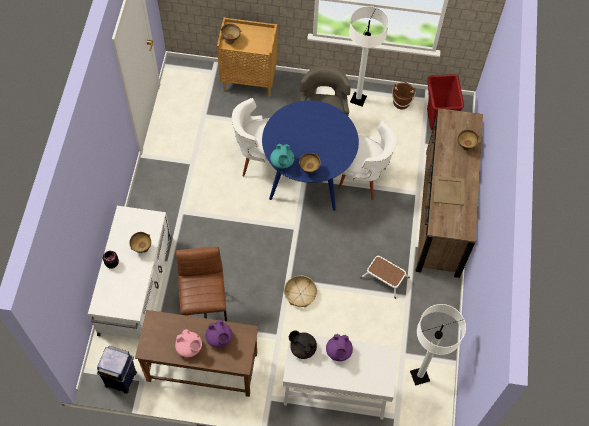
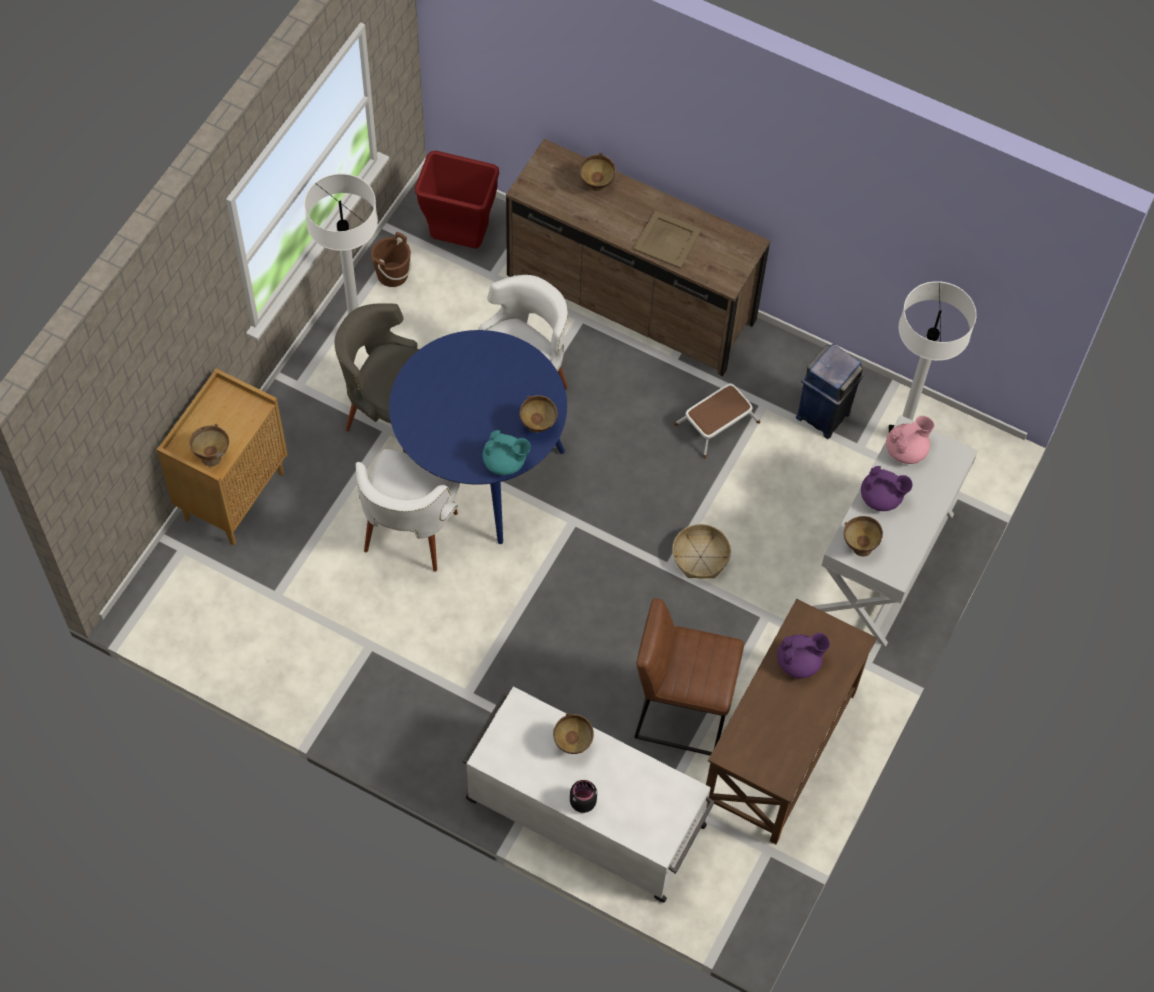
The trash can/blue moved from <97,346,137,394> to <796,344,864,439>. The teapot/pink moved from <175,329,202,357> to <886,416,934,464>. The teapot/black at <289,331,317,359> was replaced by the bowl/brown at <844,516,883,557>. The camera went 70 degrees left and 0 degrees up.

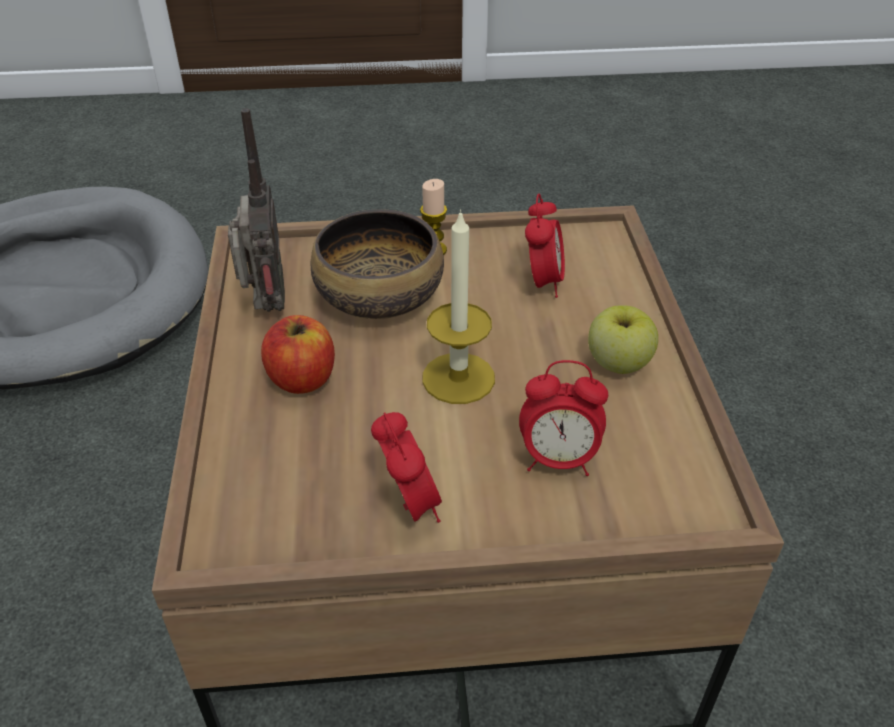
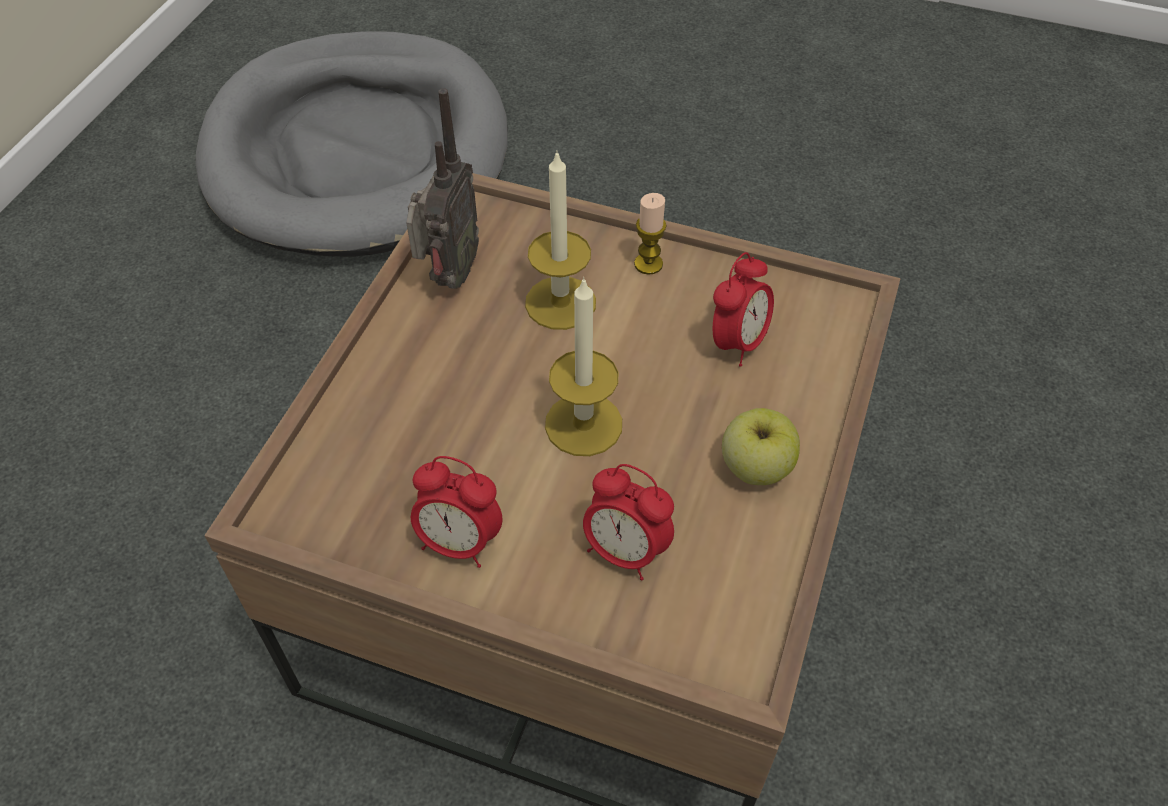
The apple at <261,315,335,394> disappeared. The bowl at <311,209,444,319> was replaced by the candle at <525,150,596,330>. The alarm clock at <371,412,442,523> turned 105 degrees clockwise. The camera went 25 degrees right and 10 degrees up.

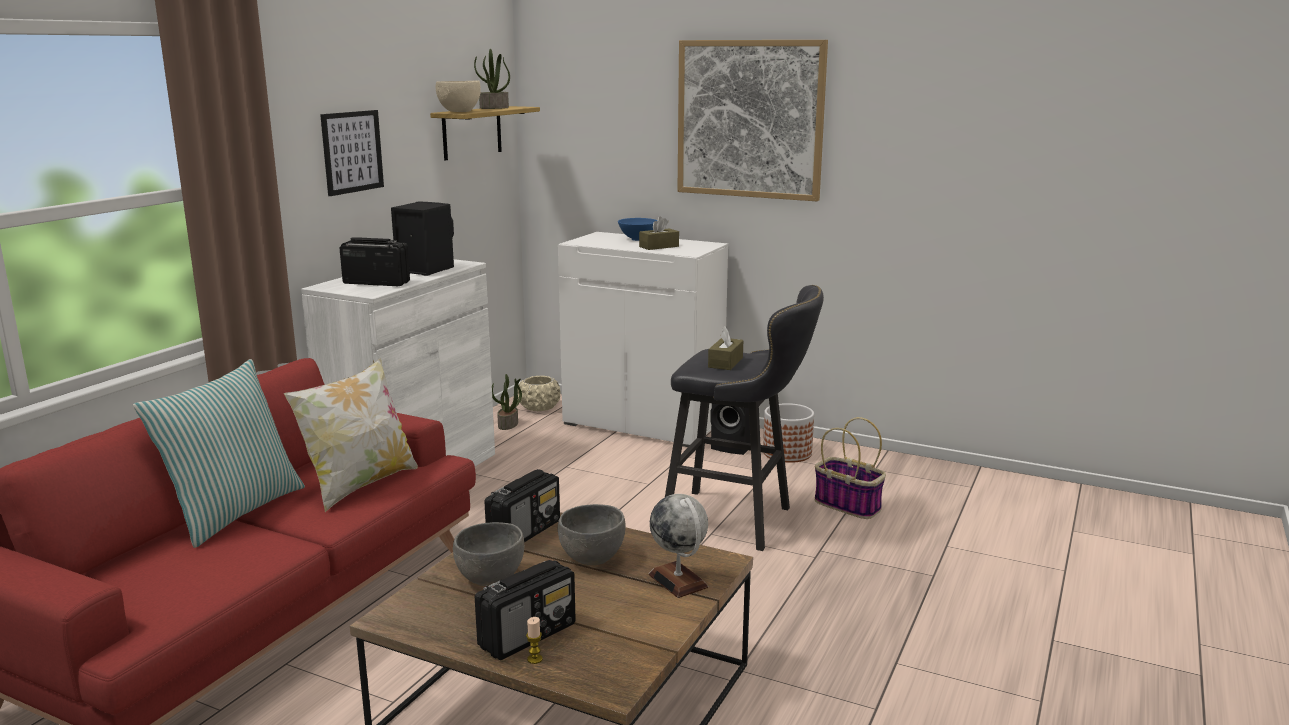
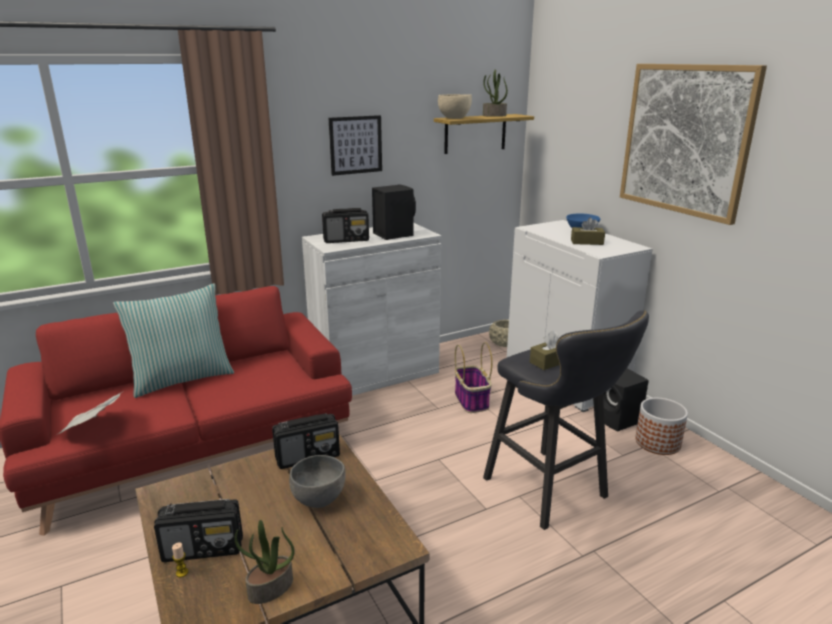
The pillow at <284,358,418,512> disappeared. The bowl/grey at <453,522,524,586> disappeared. The globe at <649,494,708,598> disappeared. The newspaper at <56,392,122,435> appeared. The potted plant moved from <492,374,522,430> to <235,520,295,604>. The basket moved from <815,417,886,519> to <455,342,492,413>. The radio at <340,237,410,286> turned 120 degrees clockwise. The camera went 35 degrees right and 5 degrees up.

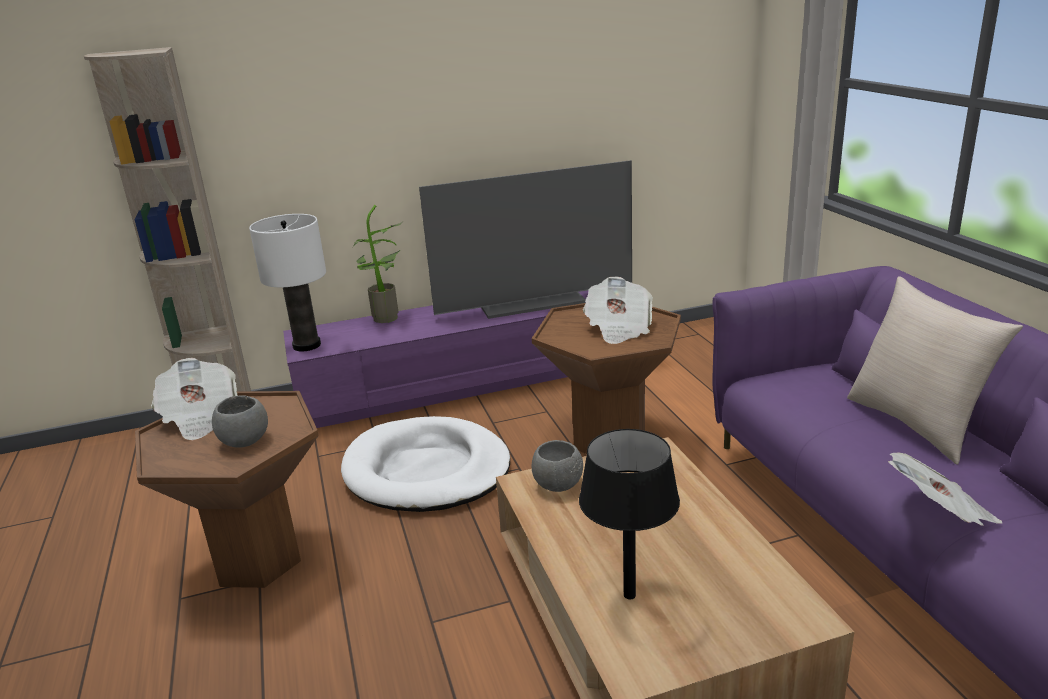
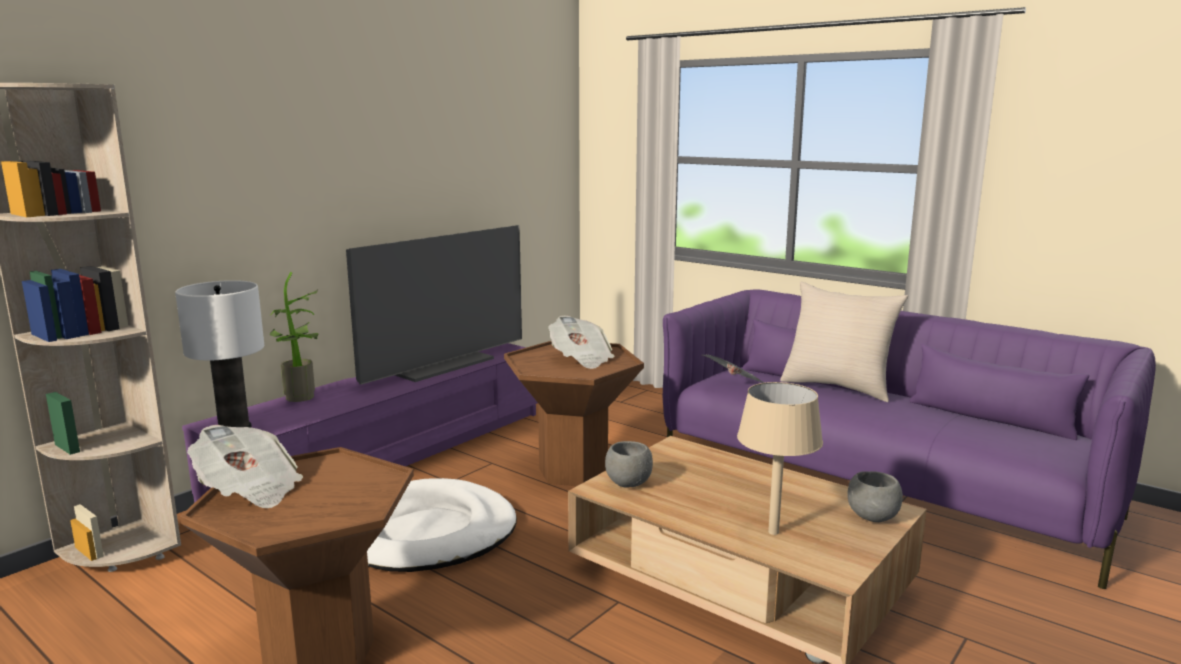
The bowl/grey moved from <212,395,268,448> to <847,471,903,522>. The newspaper moved from <888,452,1002,526> to <703,355,765,383>. The table lamp/black at <579,429,680,600> became the table lamp/beige at <737,382,823,535>. The camera went 35 degrees left and 10 degrees down.

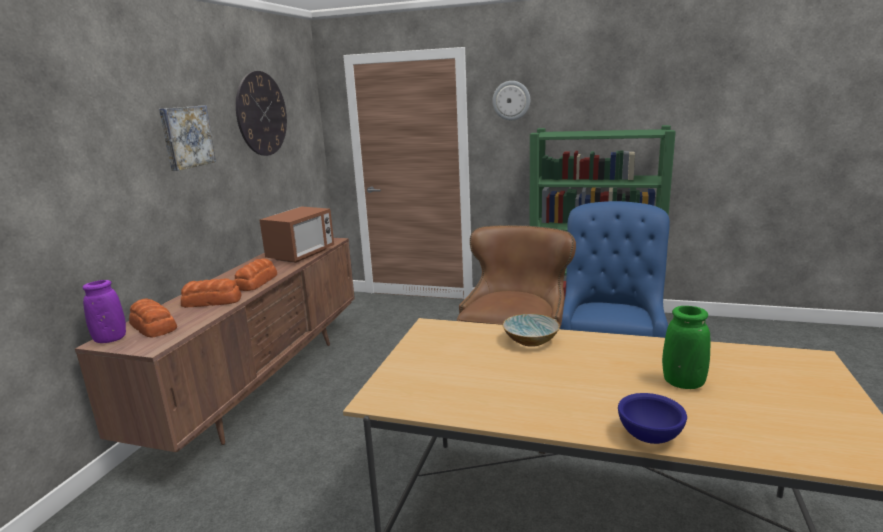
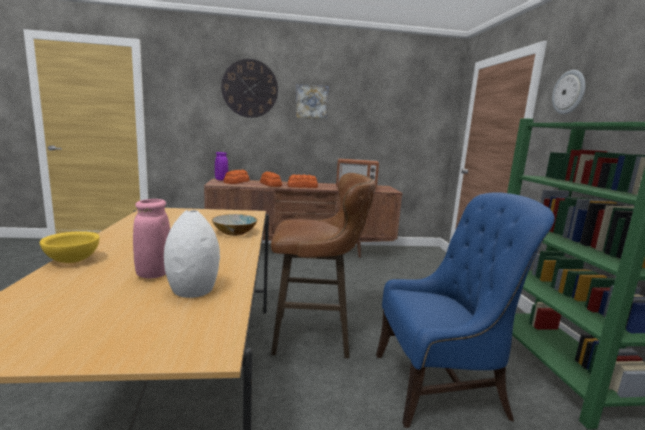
The vase/white at <164,210,220,298> appeared. The wall clock moved from <236,71,287,156> to <221,59,278,118>. The bowl/blue at <618,393,687,444> became the bowl/yellow at <39,231,100,263>. The vase/green at <662,306,710,389> became the vase/pink at <133,199,170,278>. The camera went 65 degrees right and 5 degrees down.

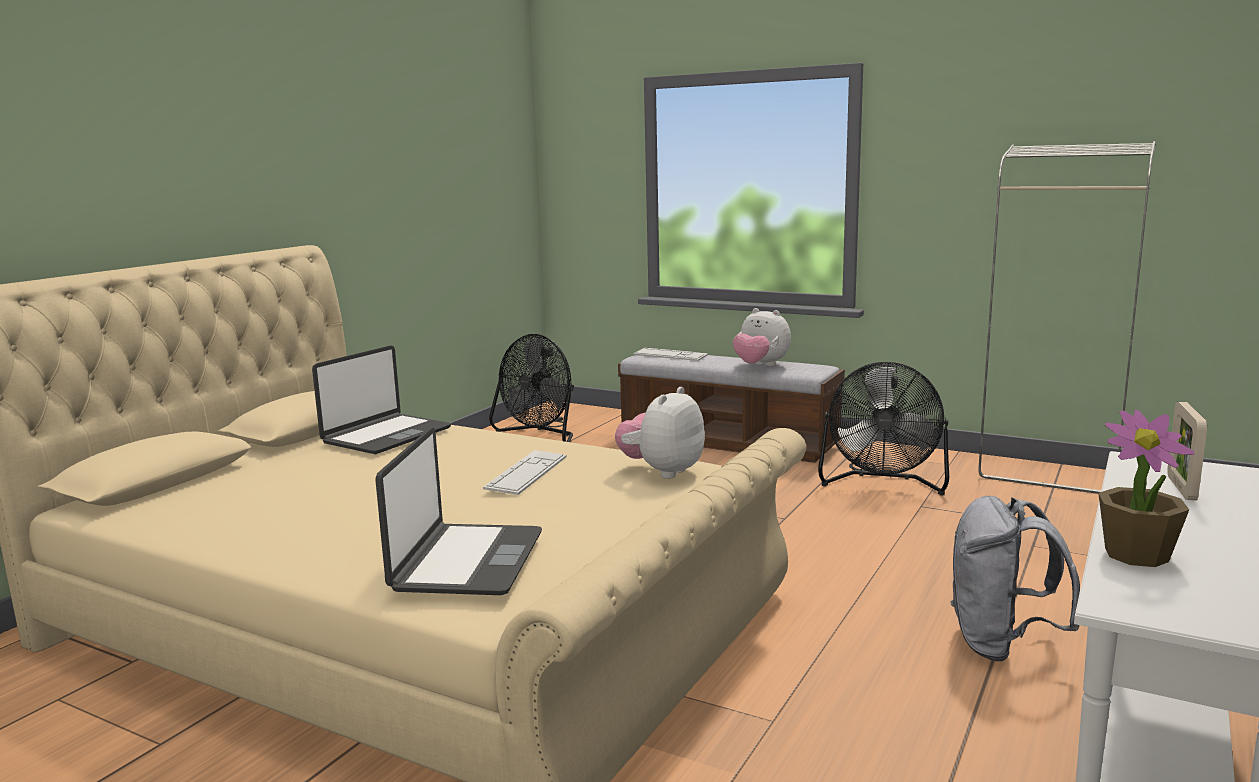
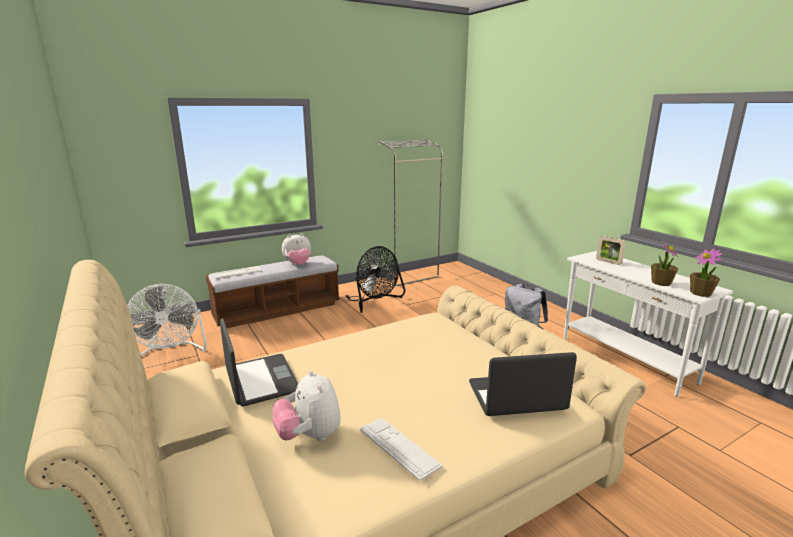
The potted plant at <690,249,723,297> appeared. The keyboard moved from <483,450,566,495> to <360,418,443,481>. The plush toy moved from <615,387,705,479> to <272,370,341,441>. The fan/black at <489,334,574,442> became the fan/white at <127,284,207,356>. The laptop at <375,427,542,595> turned 45 degrees counterclockwise. The camera went 60 degrees left and 5 degrees up.

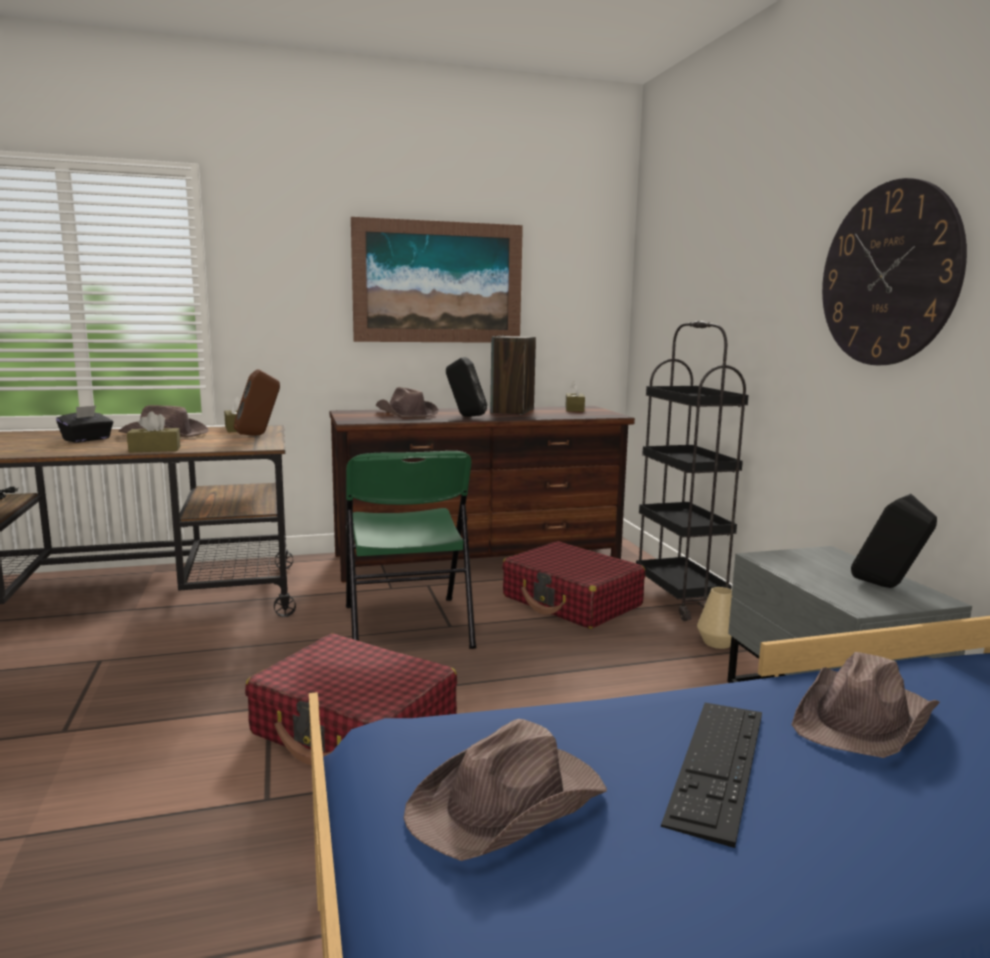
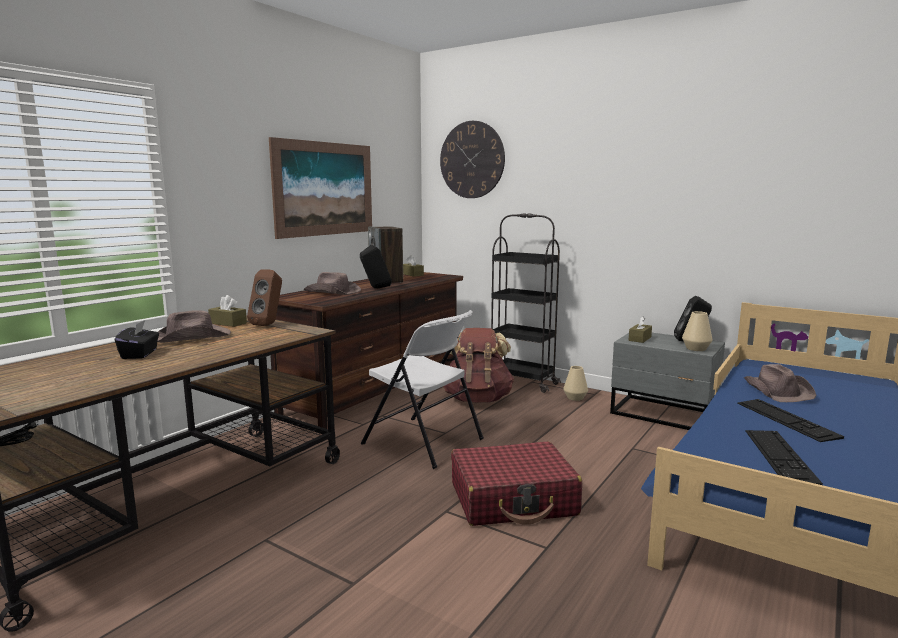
The vase/beige at <682,311,713,351> appeared. The tissue box/brown moved from <127,411,181,453> to <628,316,652,343>. The wall clock moved from <822,178,967,365> to <440,121,505,198>. The hat/brown at <404,719,607,861> was replaced by the keyboard at <745,430,823,485>. The suitcase/red at <502,541,645,629> was replaced by the backpack/brown at <443,328,514,402>. The chair/green at <346,451,476,649> became the chair/white at <361,310,484,469>. The camera went 40 degrees left and 0 degrees up.

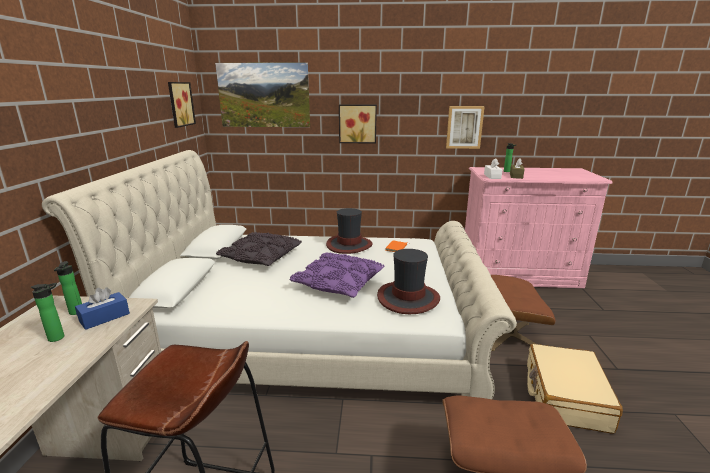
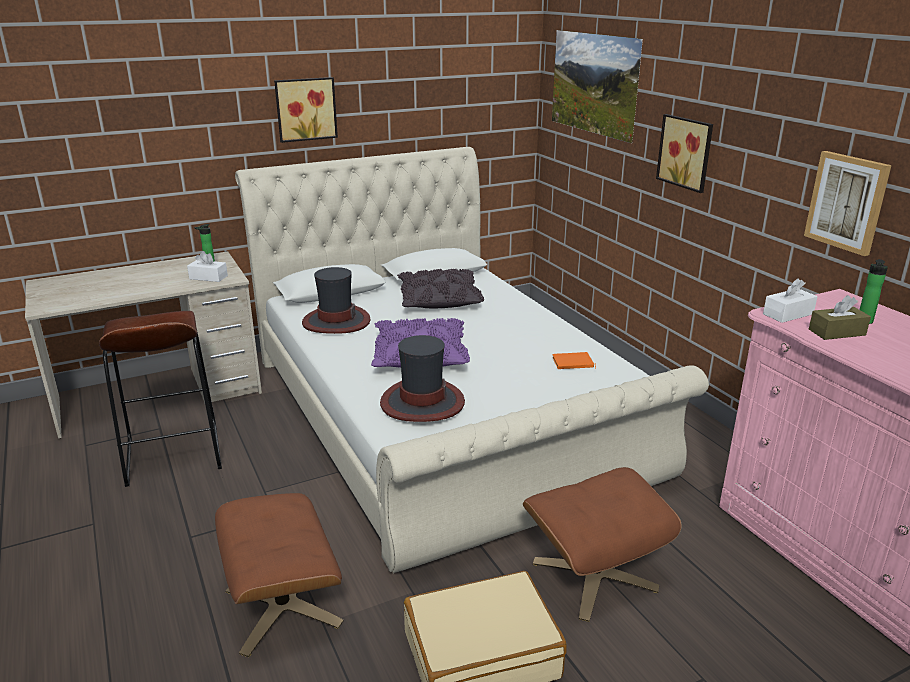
The bottle at <31,283,64,342> disappeared. The picture moved from <168,82,196,128> to <274,77,338,143>. The hat moved from <326,208,372,254> to <302,267,371,334>. The tissue box/blue at <75,287,130,330> became the tissue box/white at <187,251,228,282>. The camera went 60 degrees right and 5 degrees up.

